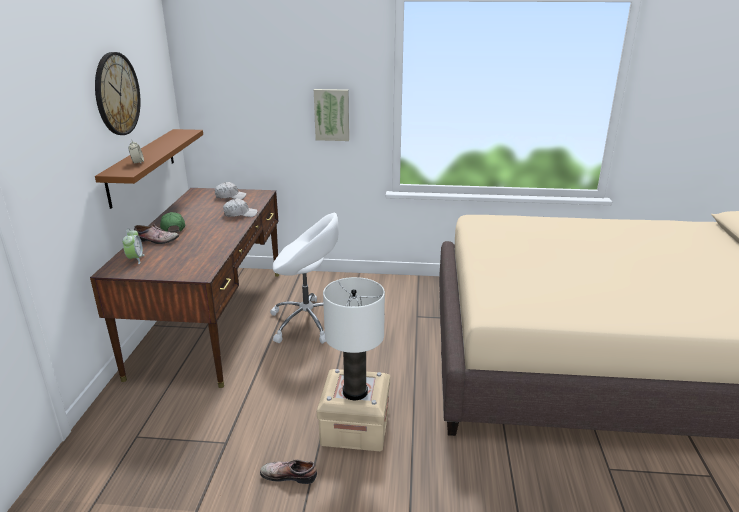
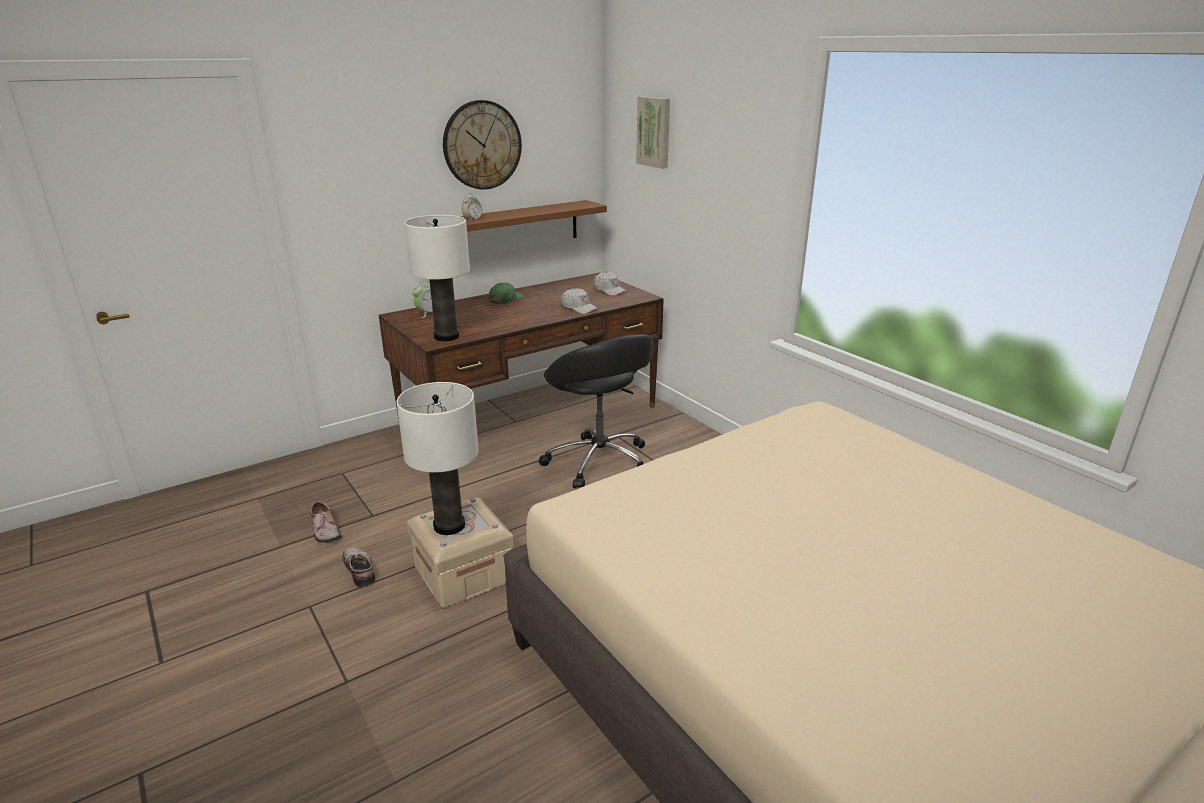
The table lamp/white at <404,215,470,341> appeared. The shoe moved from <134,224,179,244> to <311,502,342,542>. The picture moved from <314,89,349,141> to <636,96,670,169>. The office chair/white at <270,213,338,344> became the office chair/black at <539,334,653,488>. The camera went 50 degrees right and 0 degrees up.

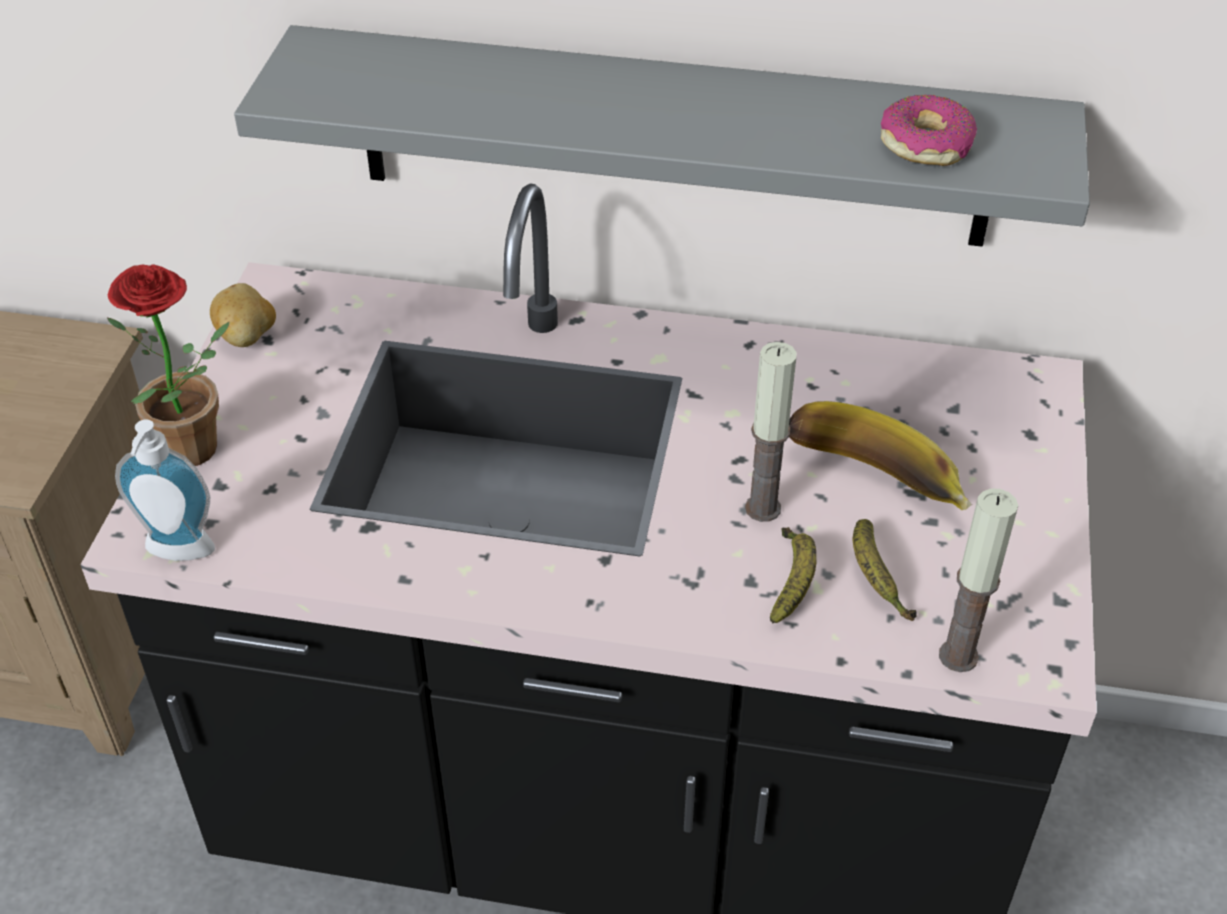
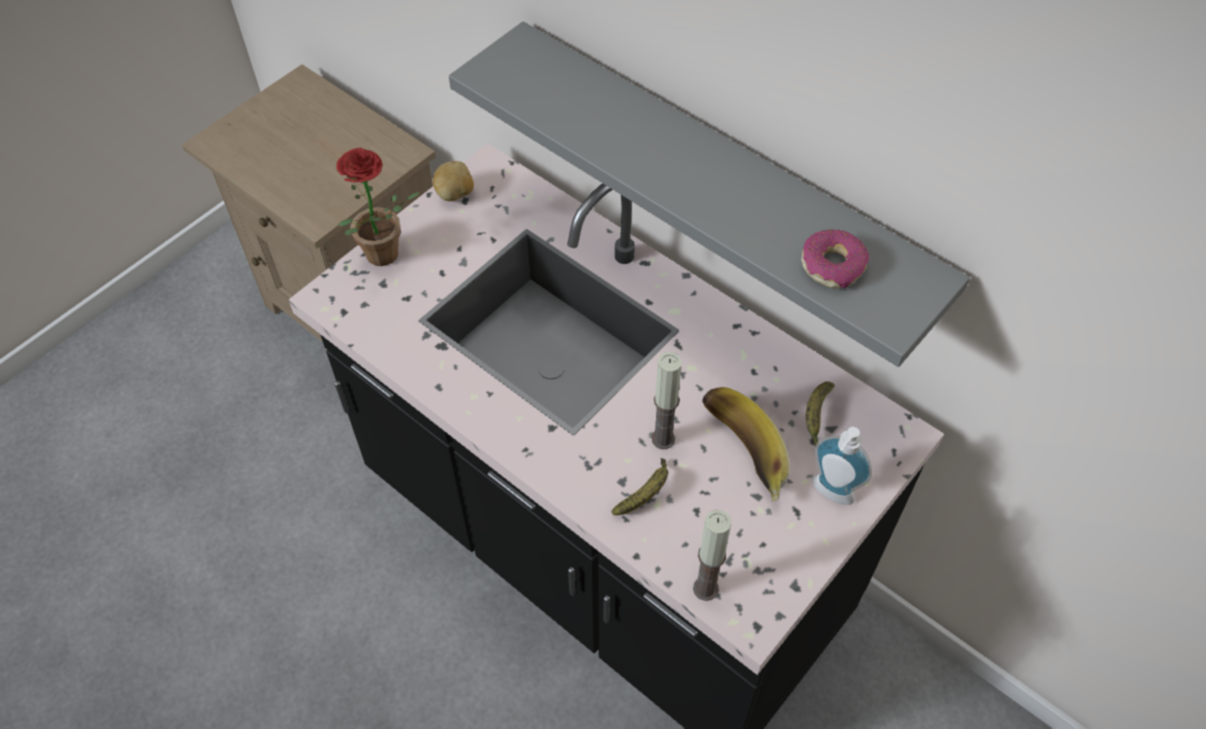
The soap dispenser moved from <115,419,215,561> to <812,427,872,505>. The banana moved from <853,519,917,621> to <806,381,835,447>. The camera went 30 degrees right and 10 degrees up.

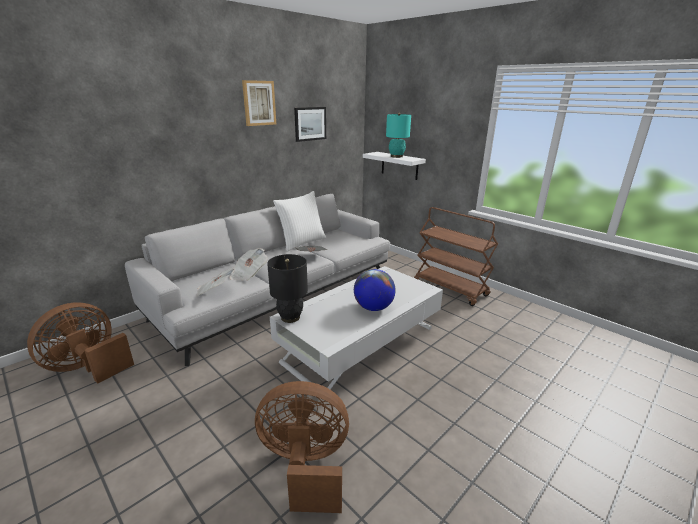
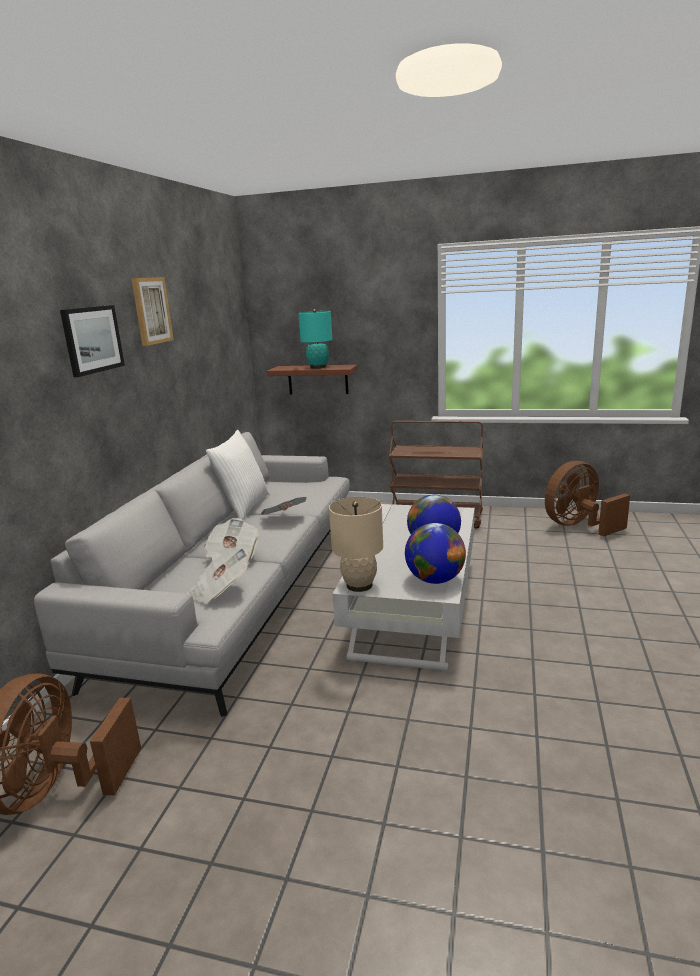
The globe at <405,523,466,584> appeared. The fan/brown moved from <255,381,349,513> to <545,461,630,536>. The picture moved from <294,107,326,142> to <60,305,125,377>. The table lamp/black at <267,254,308,323> became the table lamp/beige at <329,497,383,592>. The shelf/white at <363,152,426,180> became the shelf/brown at <267,365,358,394>. The camera went 30 degrees left and 5 degrees down.

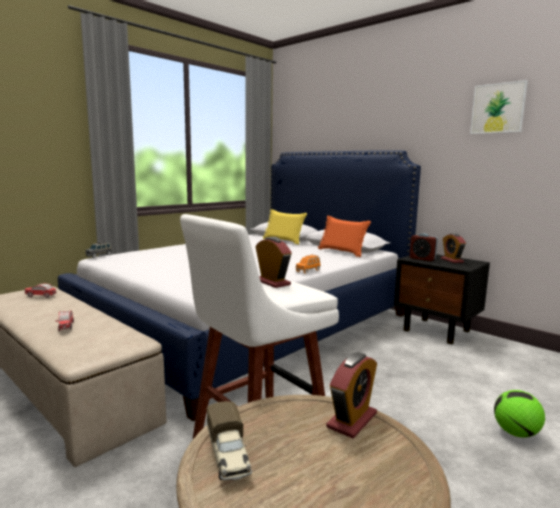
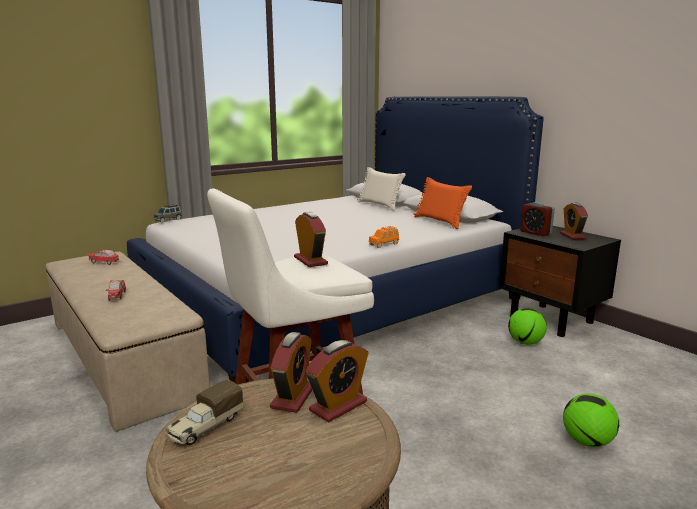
The picture at <470,80,528,134> disappeared. The alarm clock at <270,332,313,413> appeared. The football at <508,308,547,345> appeared. The pillow/yellow at <263,209,307,245> became the pillow/white at <357,167,406,211>. The toy truck at <207,401,252,480> turned 45 degrees clockwise. The camera went 10 degrees right and 5 degrees up.

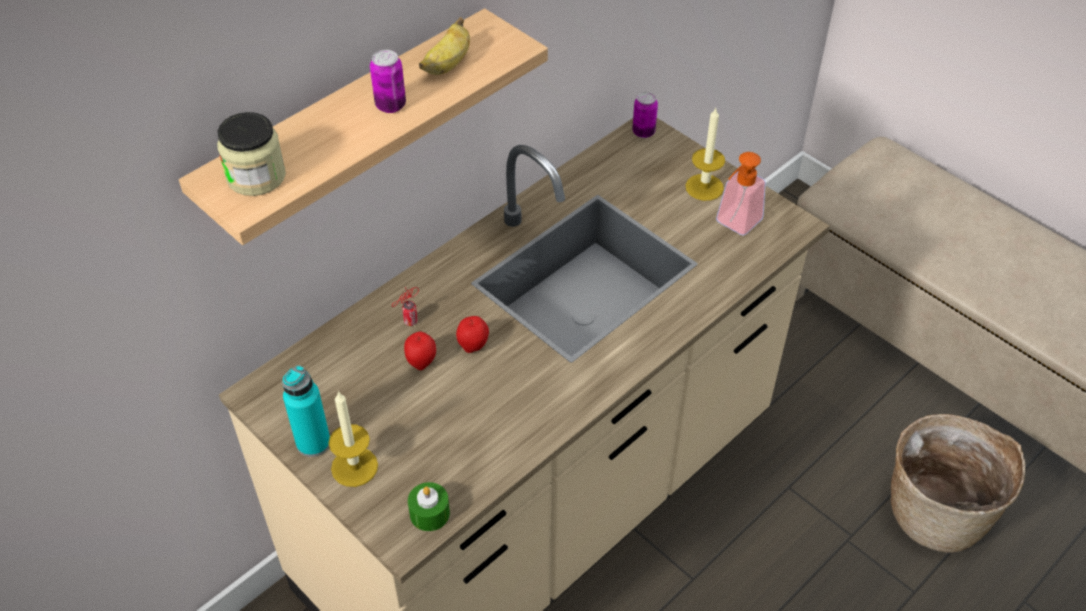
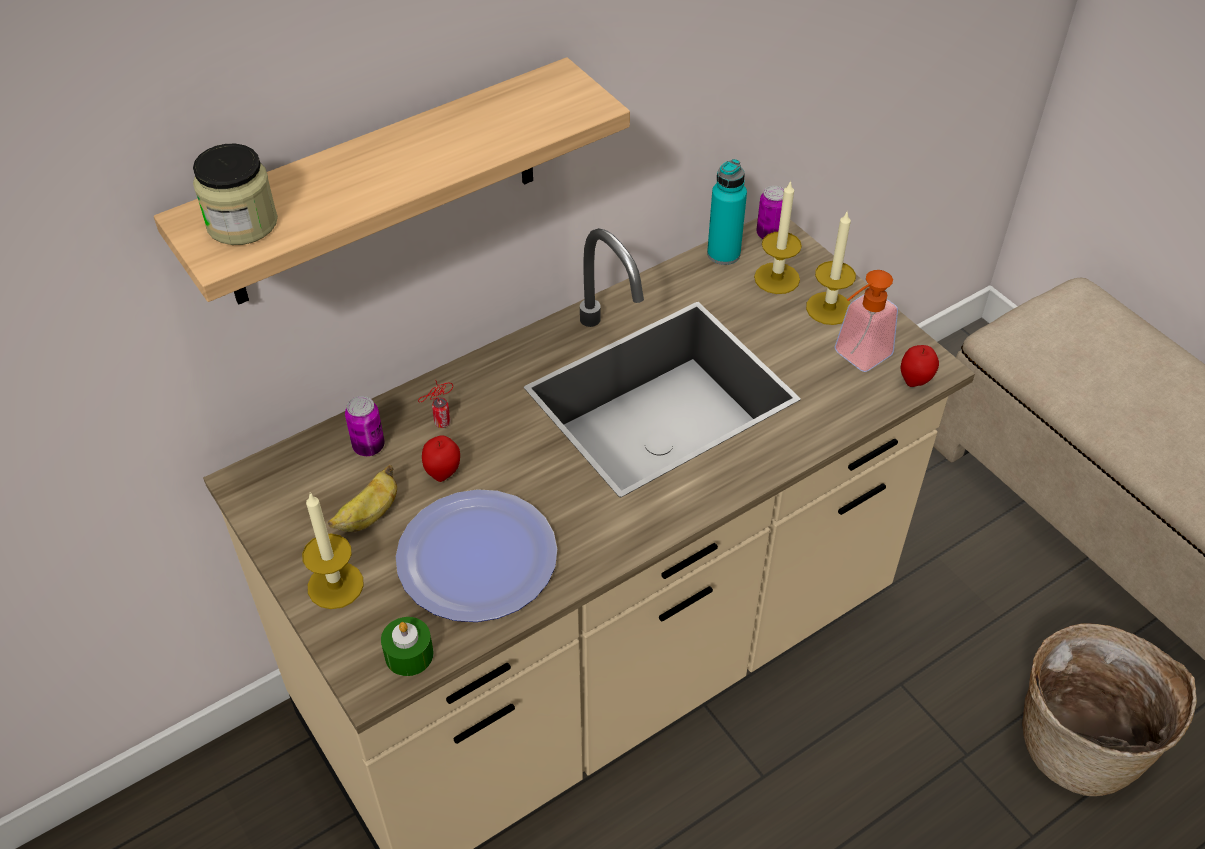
The plate at <396,489,557,622> appeared. The candle at <754,180,802,294> appeared. The bottle/turquoise moved from <282,365,330,457> to <707,159,747,265>. The can moved from <370,50,406,113> to <345,396,385,456>. The banana moved from <419,17,470,75> to <328,465,397,532>. The apple moved from <456,316,489,353> to <901,345,939,387>. The camera went 10 degrees right and 0 degrees up.

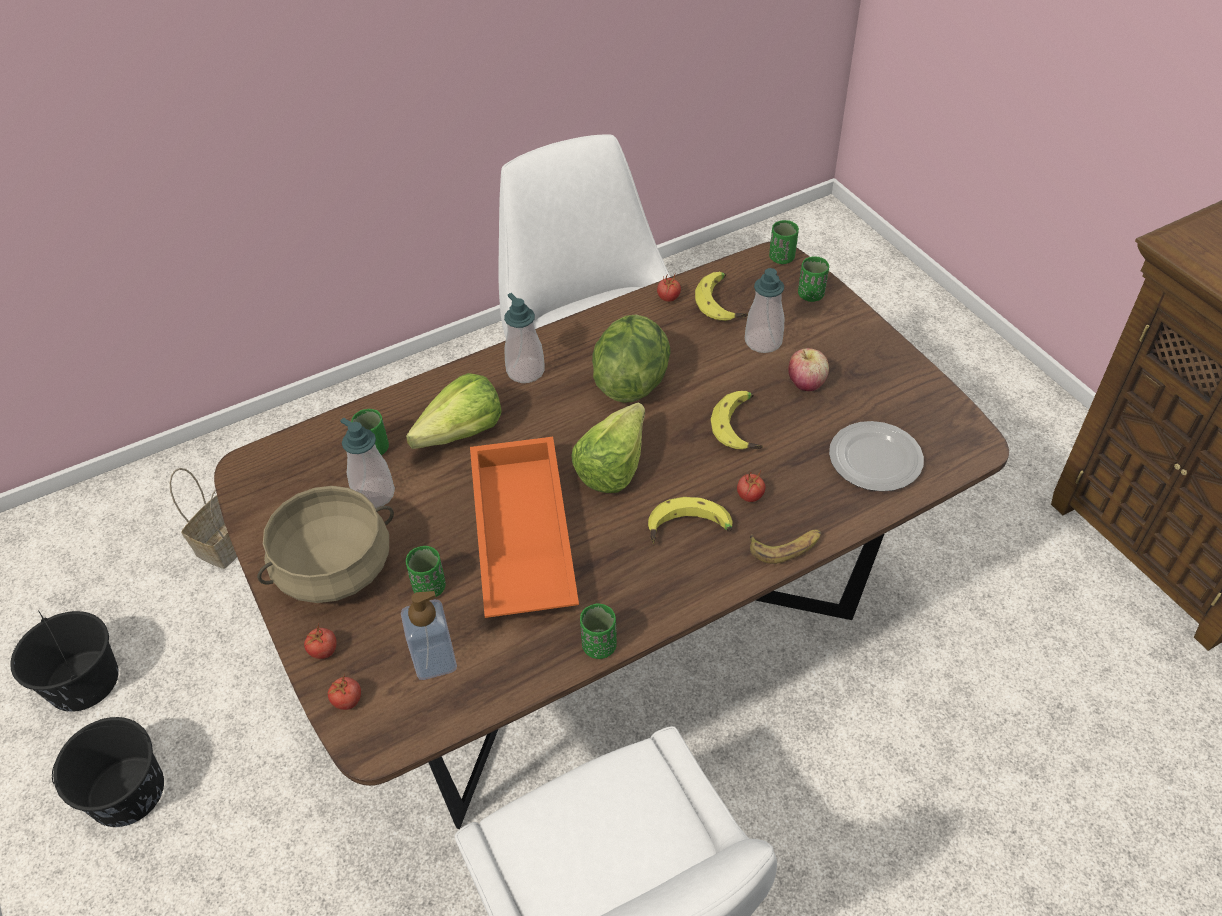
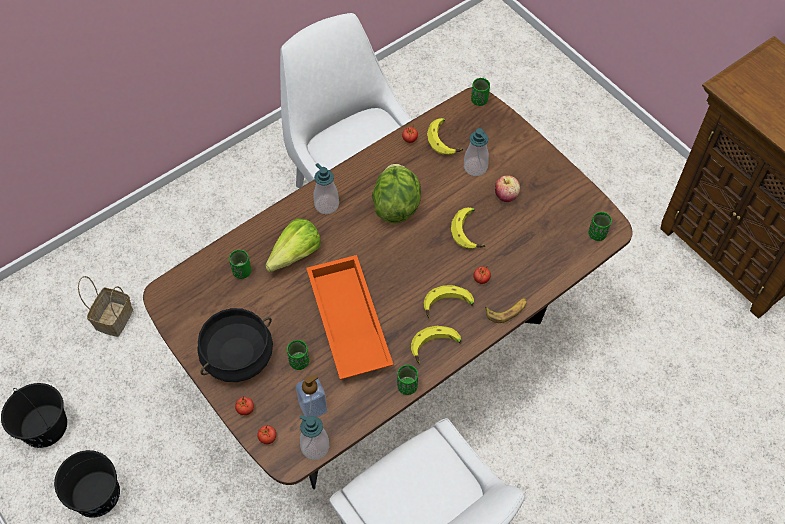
The lettuce at <571,403,645,493> disappeared. The plate at <829,421,924,492> disappeared. The banana at <411,326,461,365> appeared. The soap dispenser moved from <340,418,395,508> to <299,415,329,460>. The cup/green moved from <798,256,829,302> to <588,212,612,241>. The cooking pot/beige at <257,486,394,603> became the cooking pot/black at <197,308,273,382>. The camera went 10 degrees left and 10 degrees up.

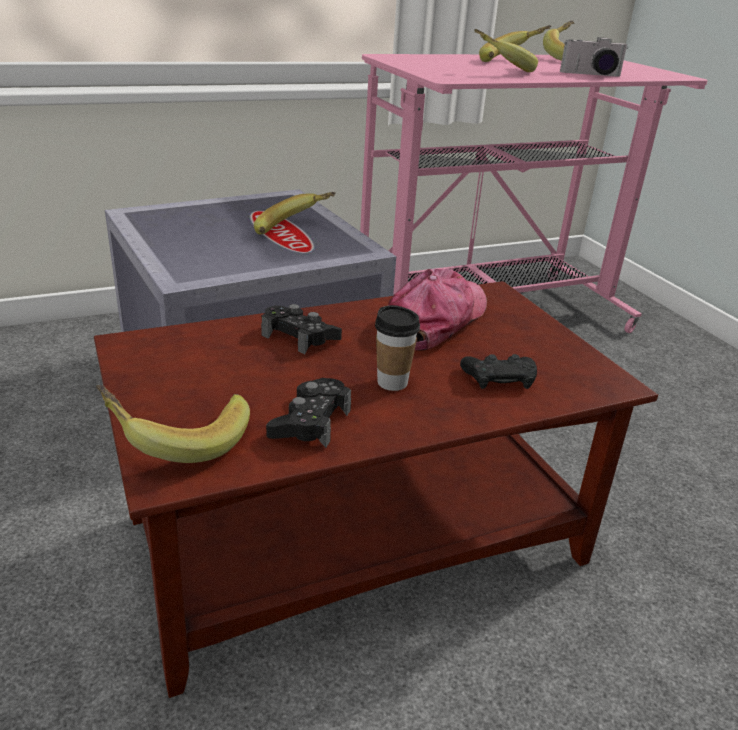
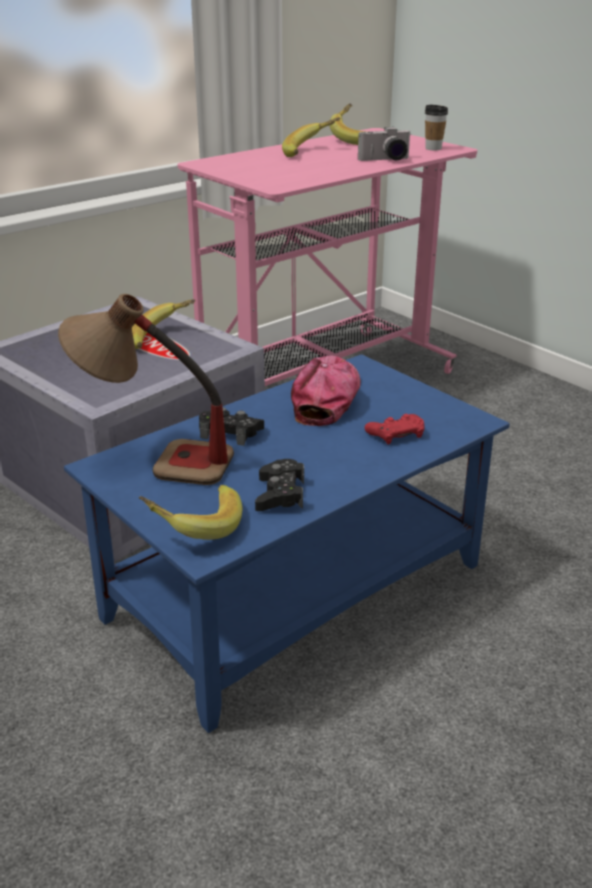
The banana at <474,29,538,72> disappeared. The table lamp at <58,294,234,485> appeared. The cup moved from <375,305,420,391> to <425,105,448,150>. The coffee table/brown at <94,281,658,698> became the coffee table/blue at <64,354,510,733>. The game controller/black at <460,354,537,389> became the game controller/red at <365,414,425,444>. The camera went 15 degrees left and 0 degrees up.

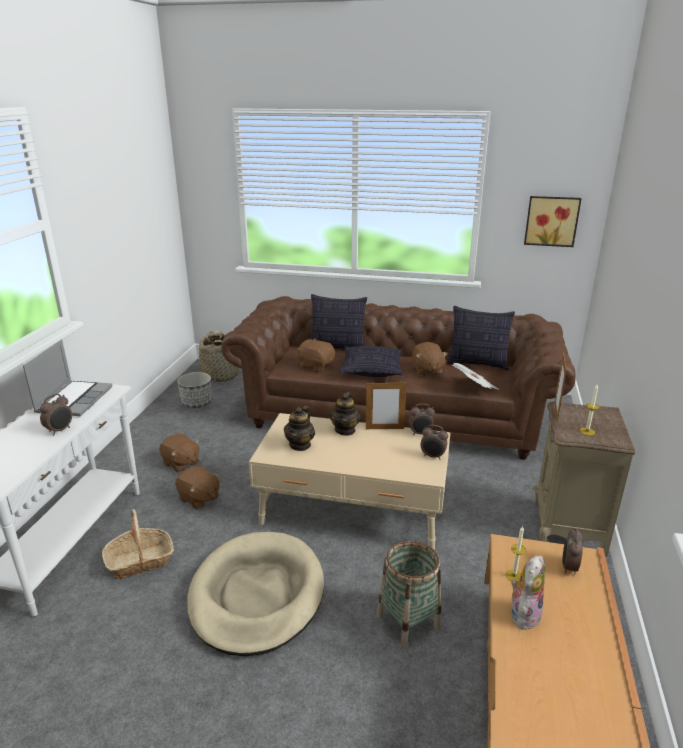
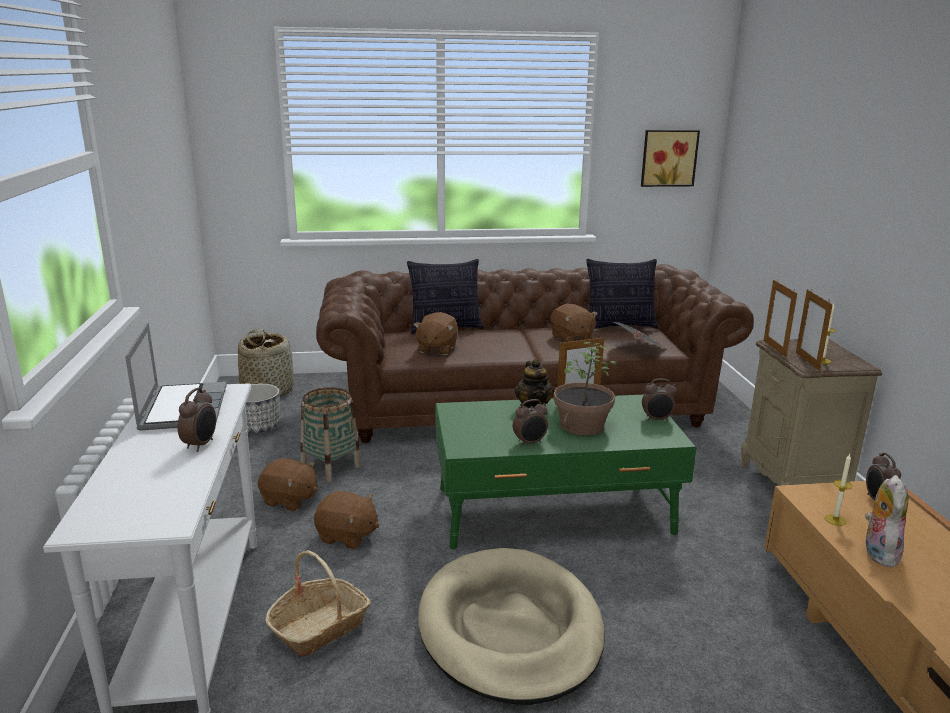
The teapot at <284,406,315,451> disappeared. The pillow at <339,346,403,377> disappeared. The potted plant at <553,342,617,435> appeared. The picture frame at <796,289,833,371> appeared. The basket moved from <377,541,441,648> to <300,387,361,482>. The alarm clock moved from <409,404,435,435> to <513,399,548,446>. The coffee table/beige at <248,413,450,550> became the coffee table/green at <435,395,697,549>. The plush toy/brown at <297,338,335,373> turned 90 degrees counterclockwise. The camera went 20 degrees left and 5 degrees down.

